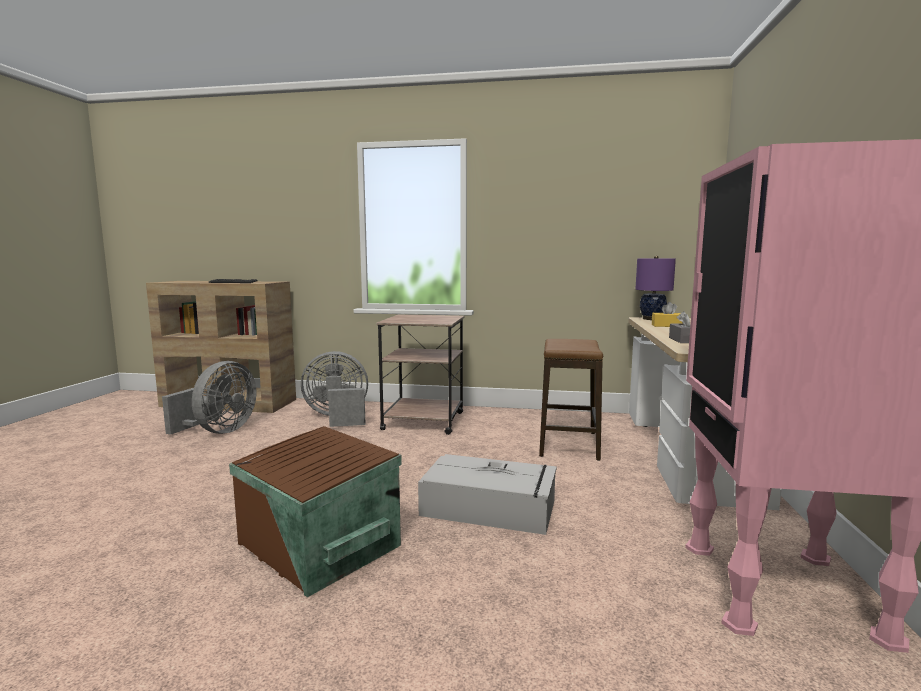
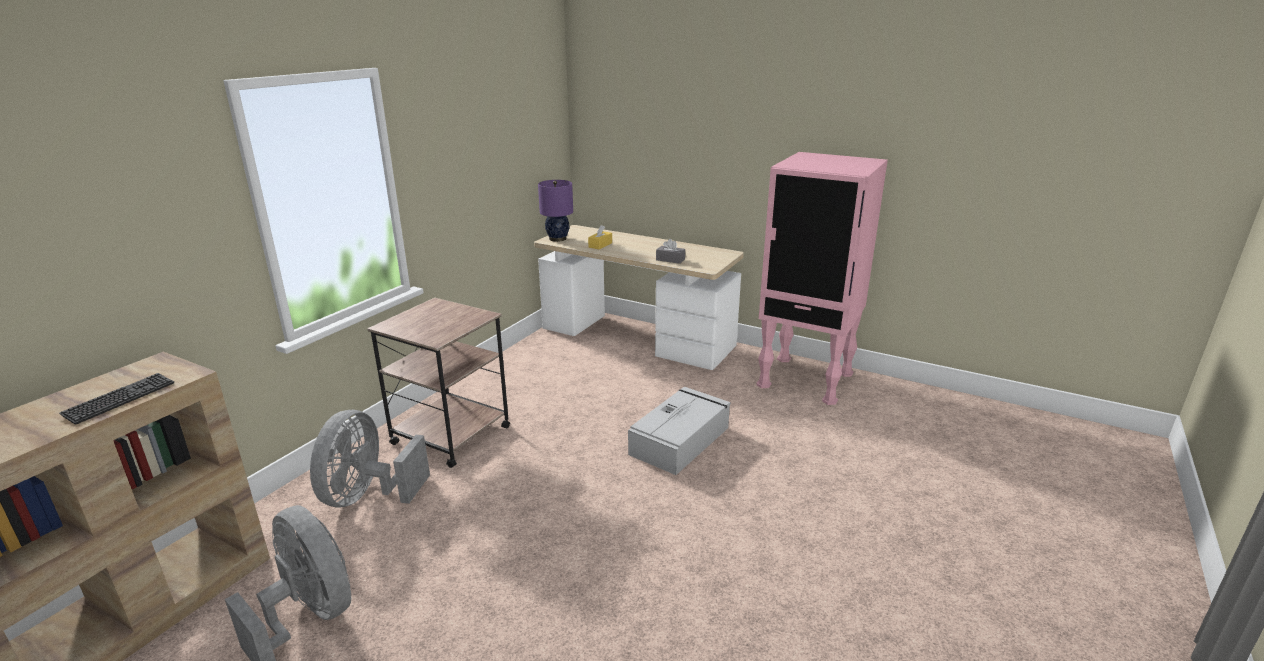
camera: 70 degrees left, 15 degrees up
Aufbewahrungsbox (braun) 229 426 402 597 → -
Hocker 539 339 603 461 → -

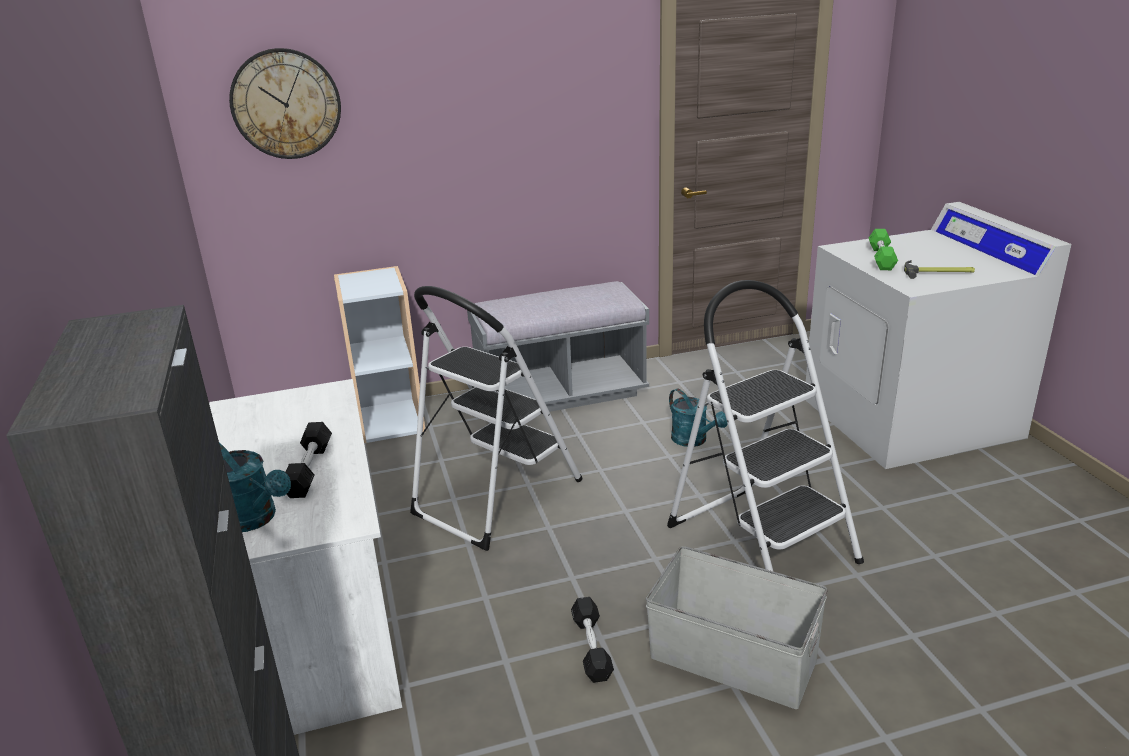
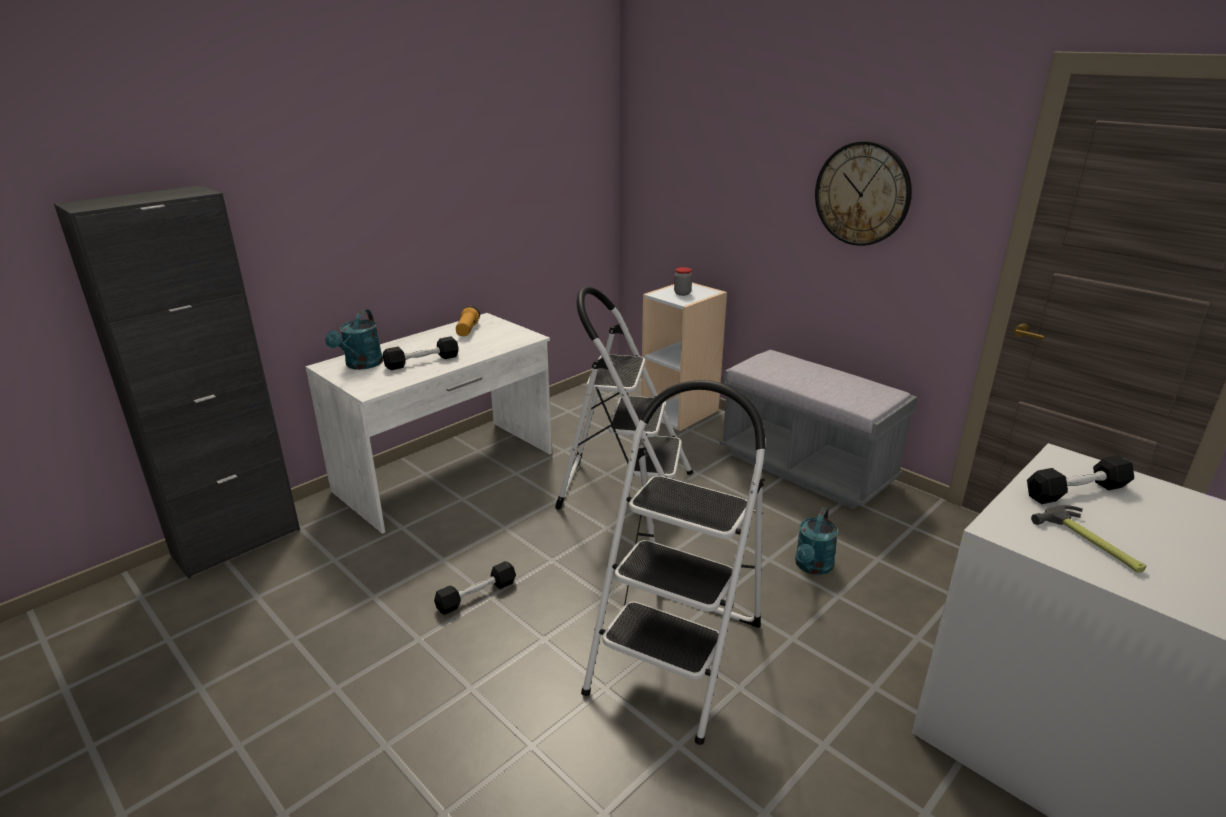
camera: 60 degrees right, 0 degrees up
Wanduhr 229 48 341 159 → Wanduhr 815 141 912 246, relocated
Aufbewahrungsbox (grau) 646 546 828 709 → -
Hantel (grün) 869 229 898 270 → Hantel (schwarz) 1027 455 1134 504
- → Taschenlampe 456 306 480 336
- → Vorratsglas 674 267 692 296

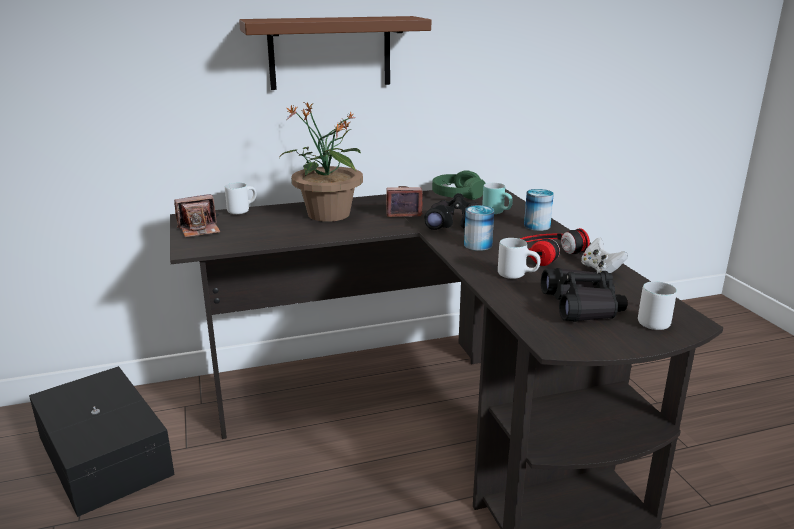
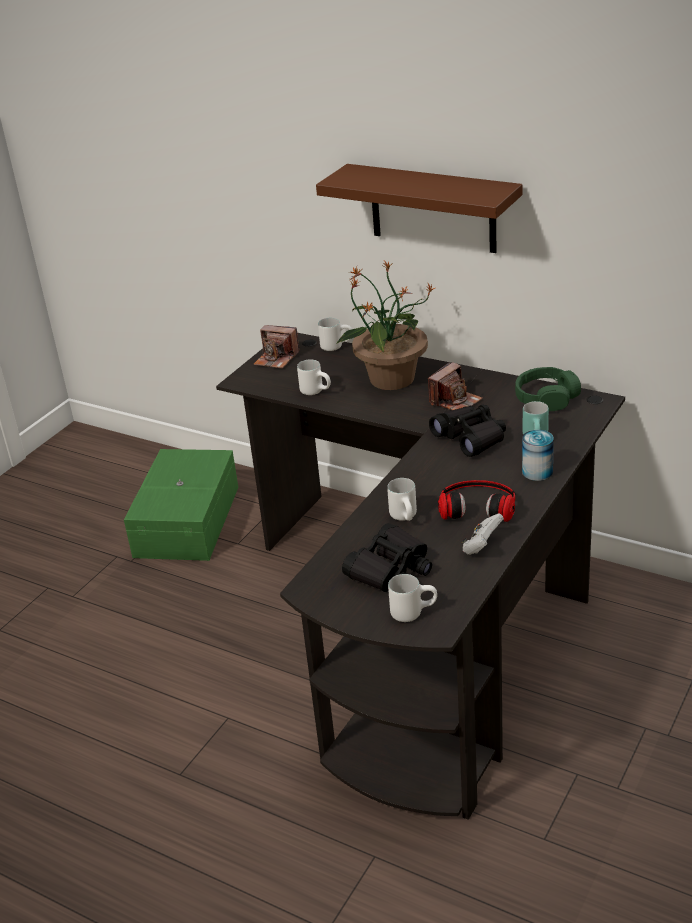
camera: 50 degrees right, 10 degrees up
Aufbewahrungsbox (schwarz) 29 366 175 517 → Aufbewahrungsbox (grün) 124 449 238 561
Kamera 386 186 423 217 → Kamera 428 362 483 410, 90 degrees clockwise
Dose 464 205 494 251 → -
- → Henkelbecher (weiß) 297 359 331 395

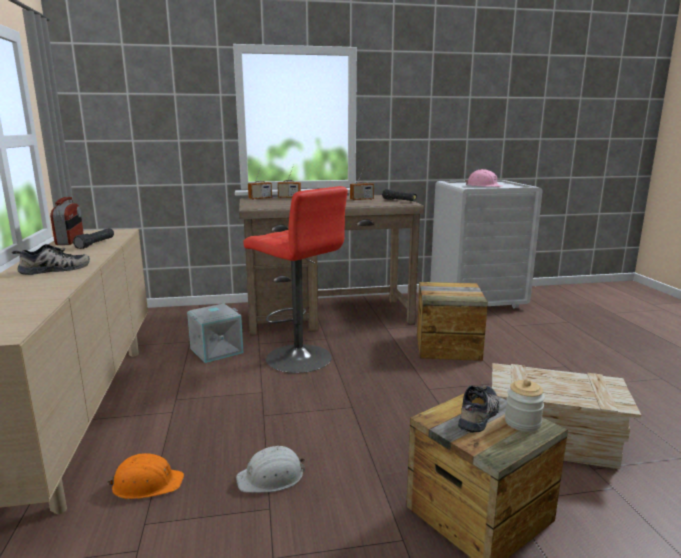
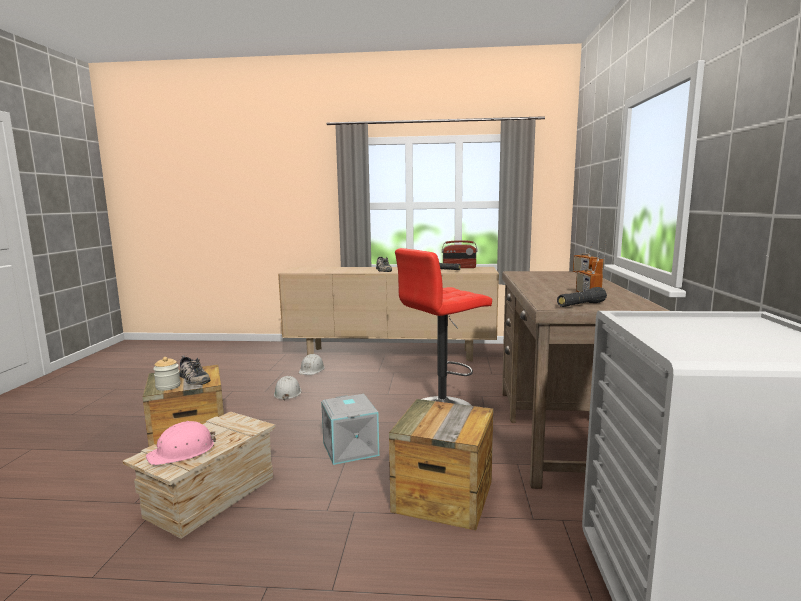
camera: 105 degrees right, 5 degrees down
Schutzhelm (orange) 107 453 184 499 → Schutzhelm (weiß) 299 354 325 375
Aufbewahrungsbox (grau) 187 304 243 363 → Aufbewahrungsbox (grau) 321 394 379 465, relocated
Schutzhelm (rosa) 465 169 502 187 → Schutzhelm (rosa) 146 421 216 465, relocated

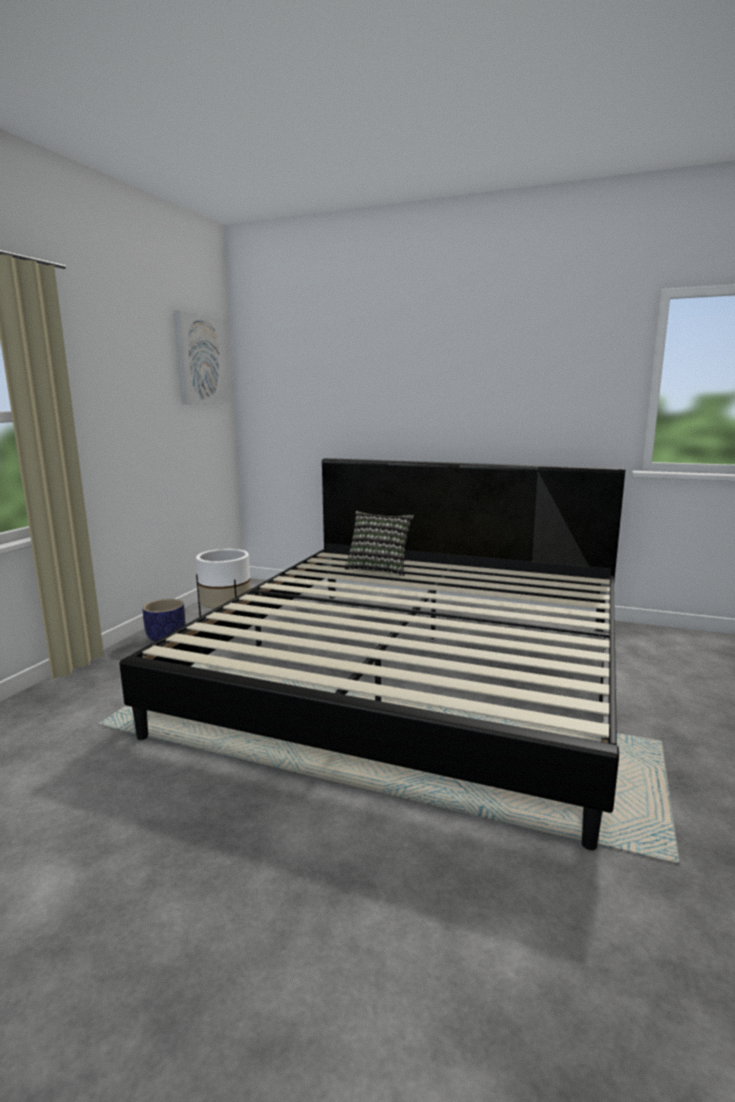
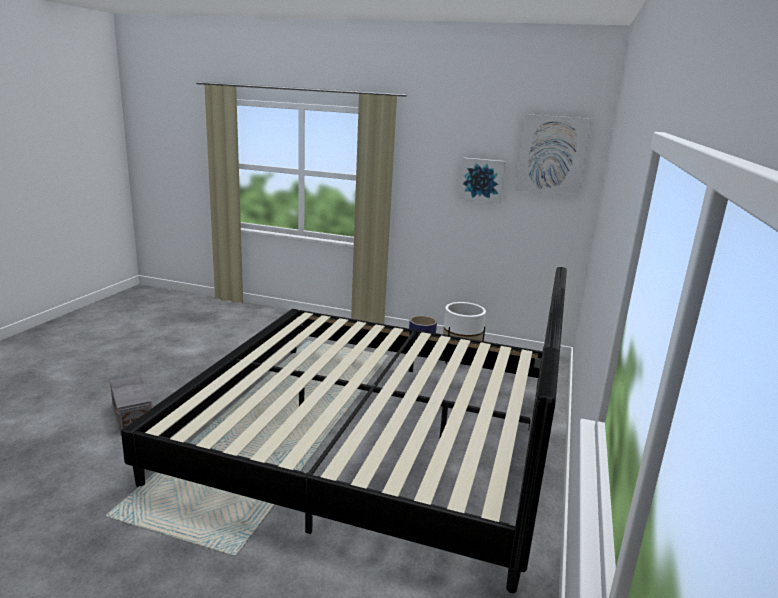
camera: 85 degrees right, 5 degrees up
Kissen 344 511 414 576 → -
- → Aufbewahrungsbox (grau) 110 375 152 435
- → Bild 459 158 505 204

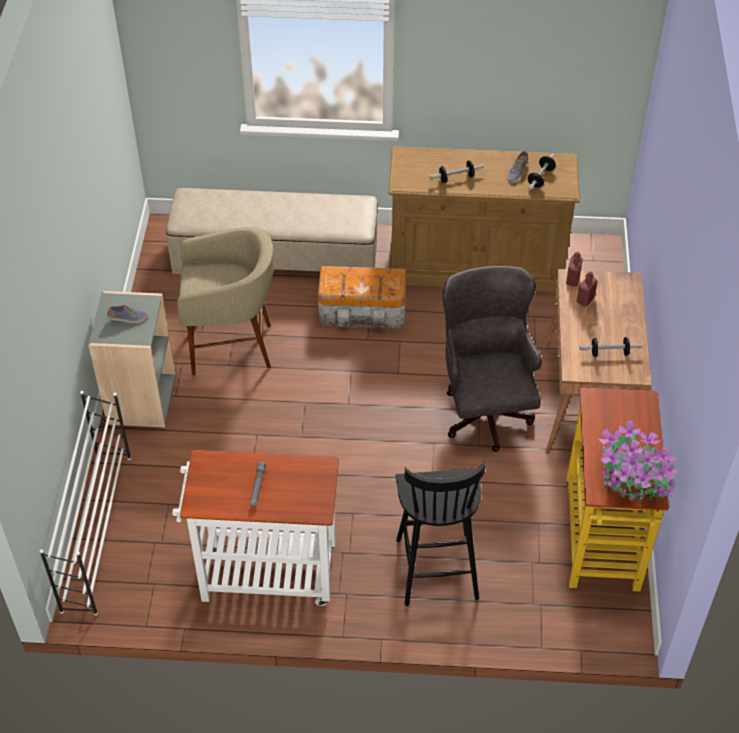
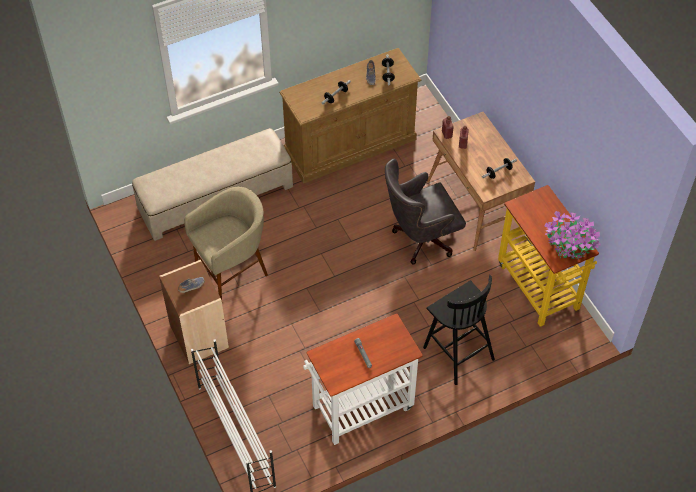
camera: 30 degrees left, 5 degrees up
Bücherregal (grau) 88 291 176 428 → Bücherregal (braun) 159 260 229 364
Aufbewahrungsbox 318 266 406 328 → -
Bürostuhl (grau) 442 266 542 452 → Bürostuhl (grau) 385 159 466 264, 75 degrees counterclockwise

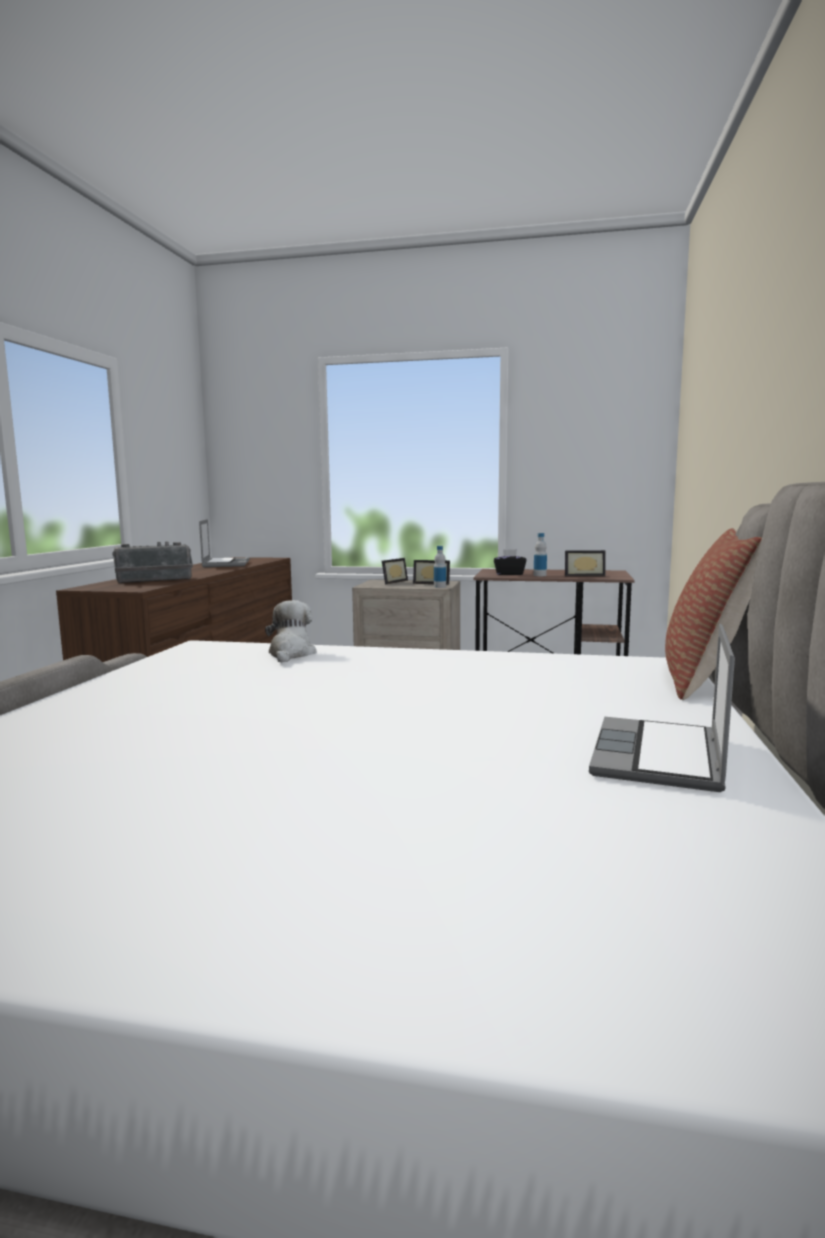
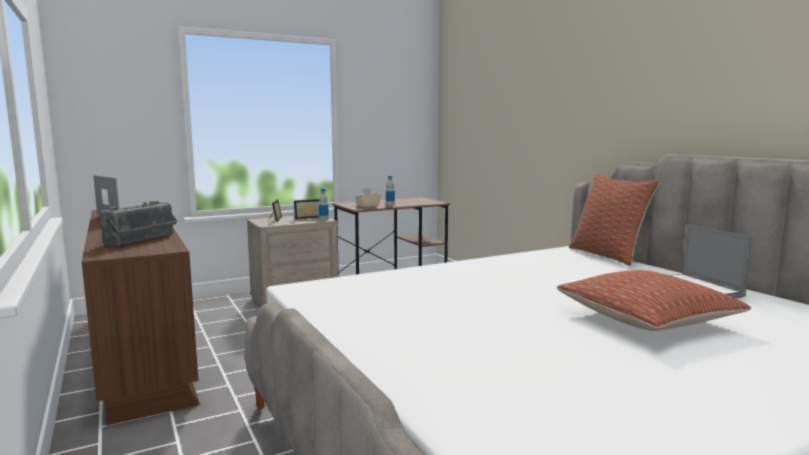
camera: 40 degrees left, 0 degrees up
Plüschtier 265 600 317 663 → -
Taschentuchbox (schwarz) 494 549 526 575 → Taschentuchbox (beige) 355 188 381 207
Bilderrahmen 565 550 605 577 → -
- → Kissen 557 270 751 331

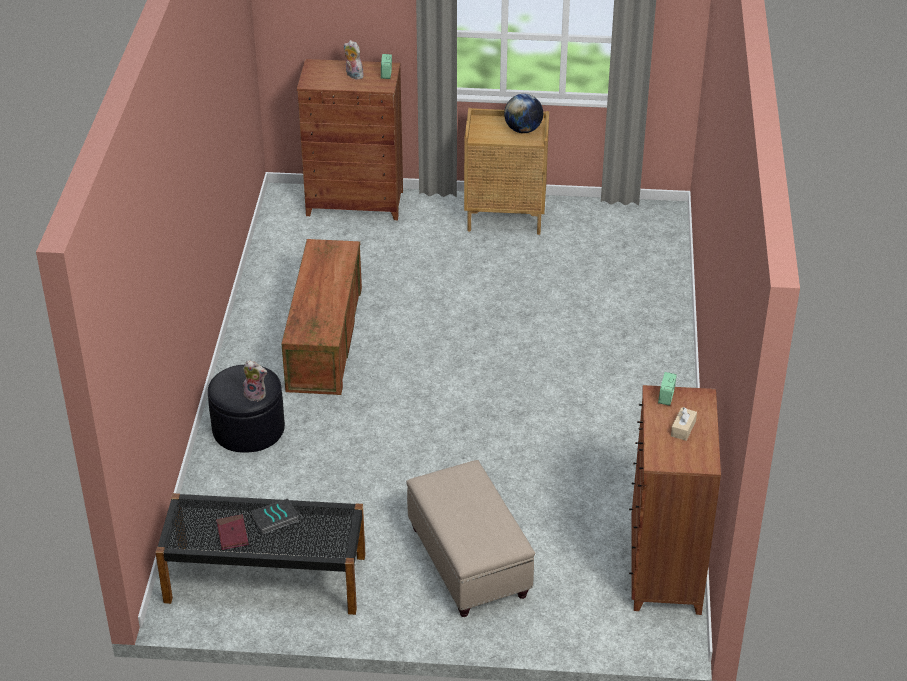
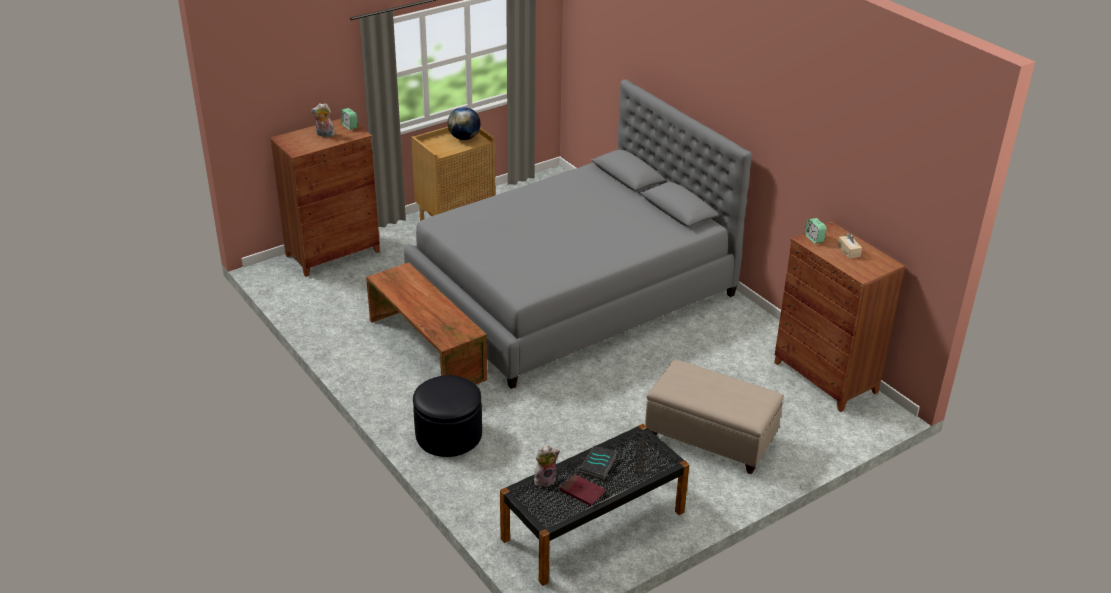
camera: 40 degrees left, 5 degrees down
Plüschtier 243 360 267 401 → Plüschtier 534 446 560 487, relocated
- → Bett (grau) 404 79 752 389

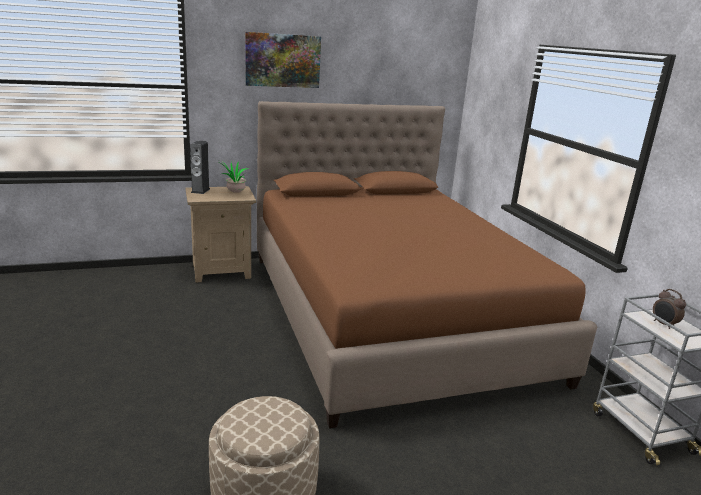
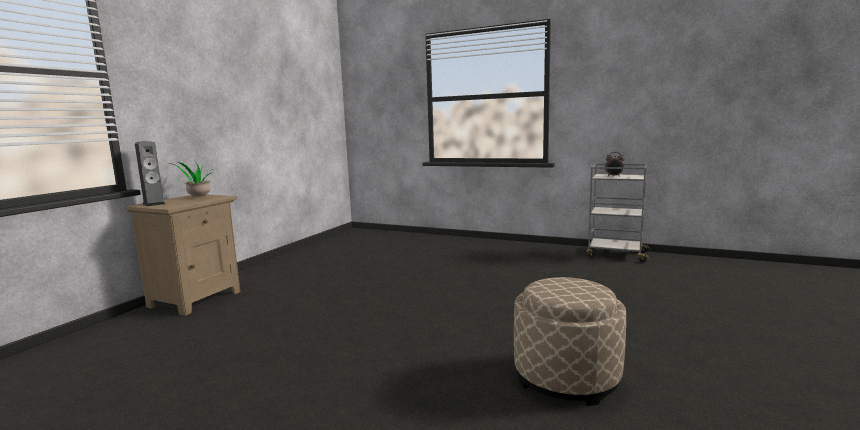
camera: 45 degrees left, 10 degrees down
Bild 245 32 321 88 → -
Bett (braun) 257 101 597 428 → -

